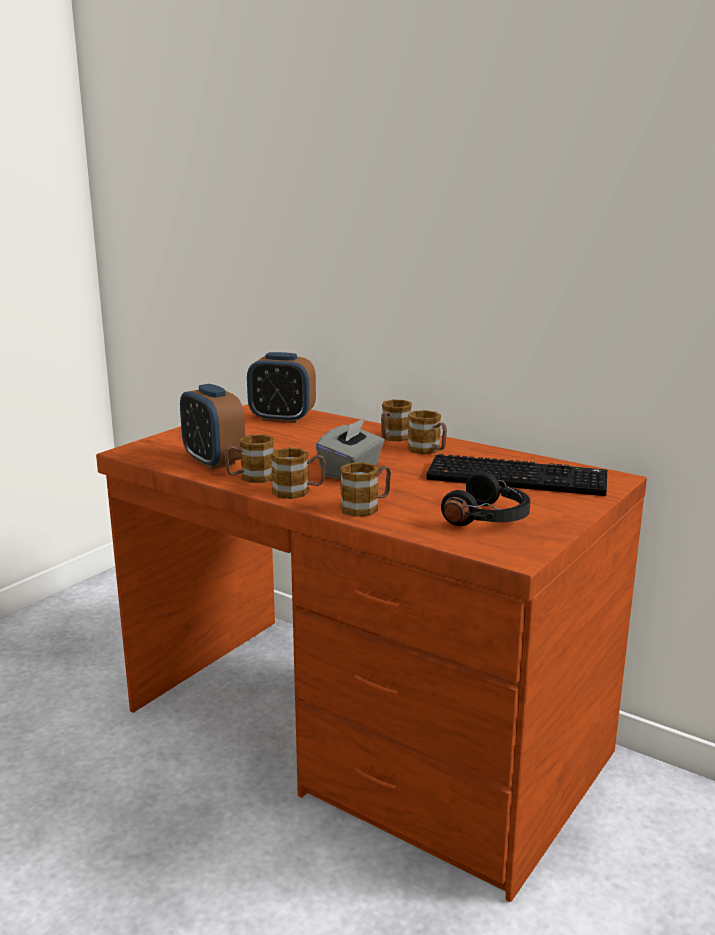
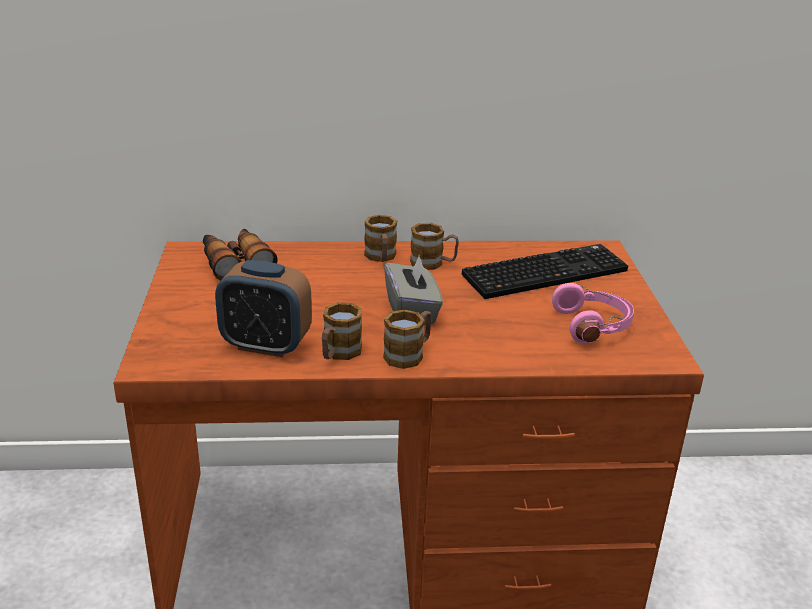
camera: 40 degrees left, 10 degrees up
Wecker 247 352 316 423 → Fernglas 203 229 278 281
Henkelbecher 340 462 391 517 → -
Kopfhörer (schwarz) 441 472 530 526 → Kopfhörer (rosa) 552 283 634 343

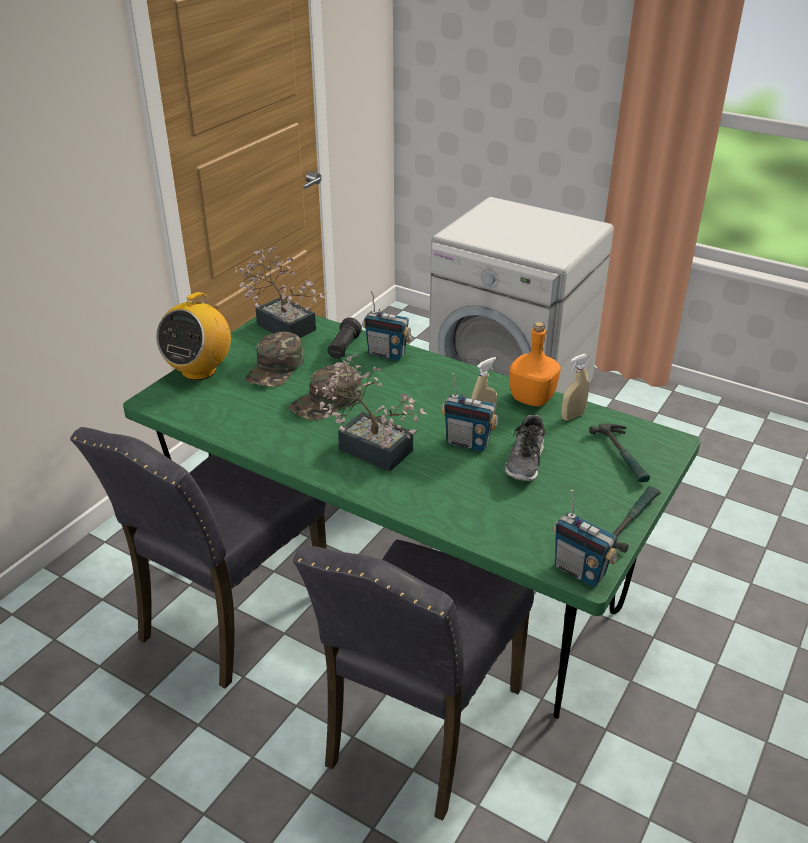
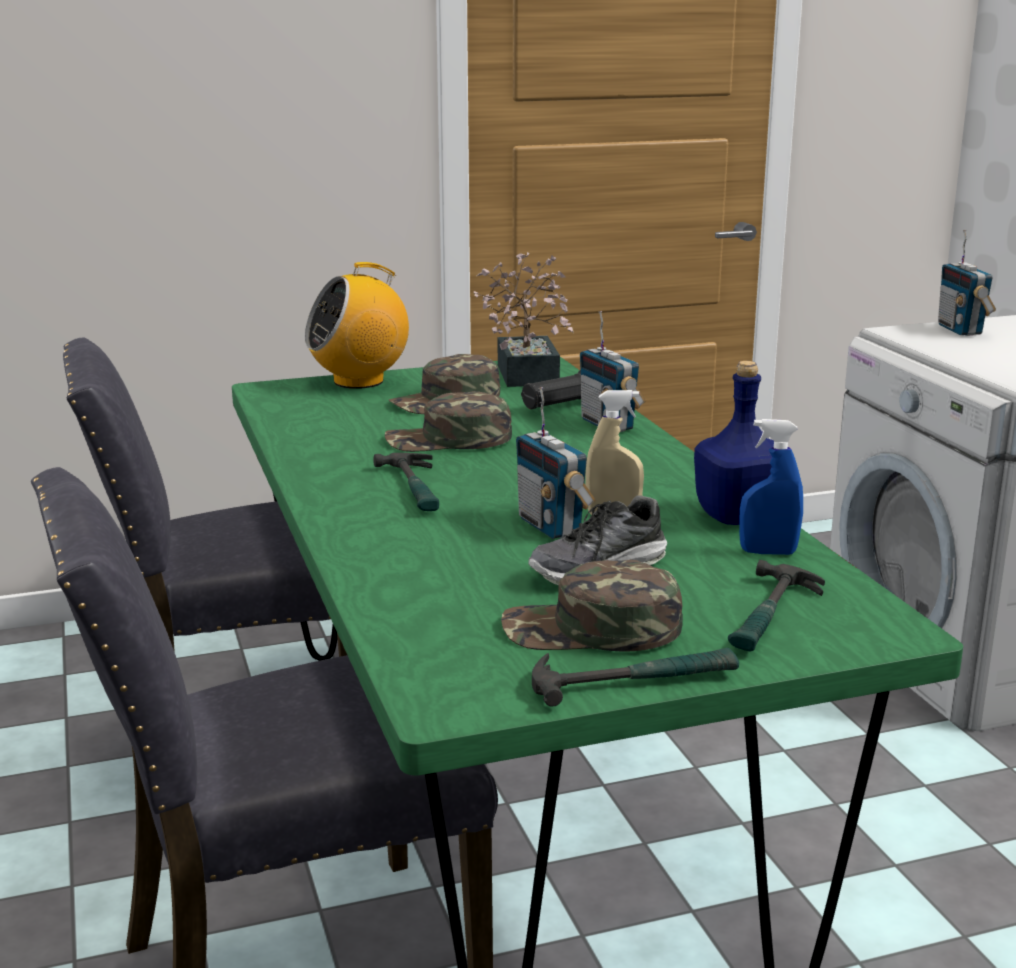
camera: 40 degrees right, 15 degrees down
Topfpflanze 314 354 427 471 → Hammer 373 453 439 511
Flasche (orange) 509 322 561 407 → Flasche (blau) 694 361 774 525
Radio 553 490 618 587 → Radio 938 230 996 336, relocated
Sprühflasche (beige) 561 354 589 421 → Sprühflasche (blau) 739 419 803 555
- → Kappe (grün) 501 560 683 651

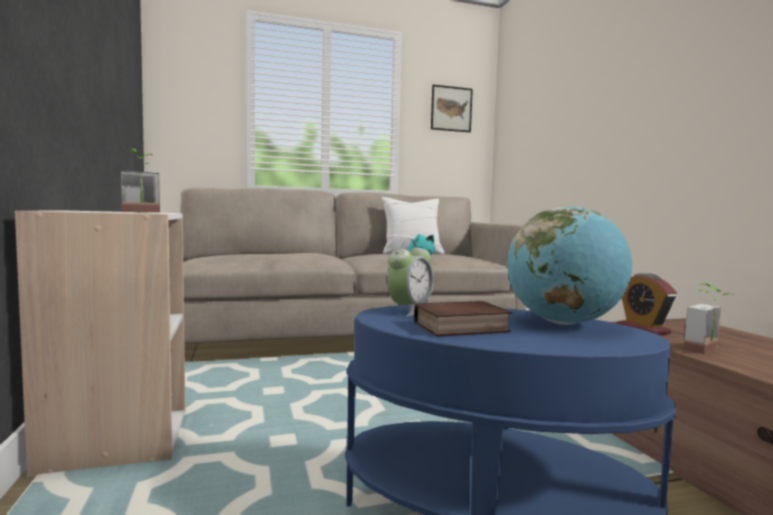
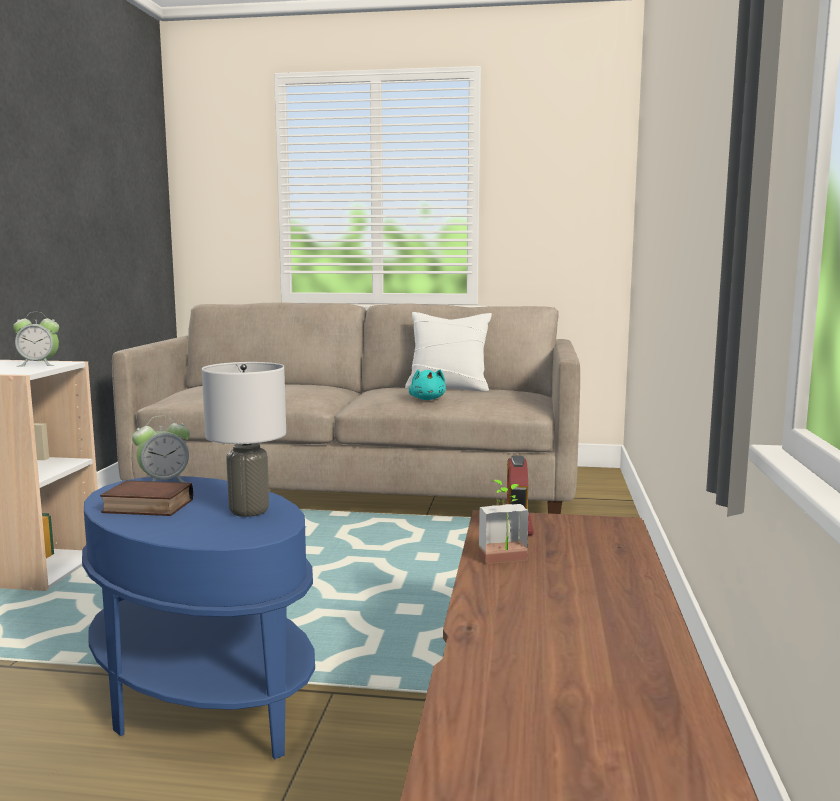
camera: 25 degrees right, 5 degrees up
Topfpflanze 121 148 160 213 → Wecker 13 312 59 367
Bild 431 85 473 132 → -
Globus 508 207 632 325 → Tischlampe (weiß) 202 362 286 517

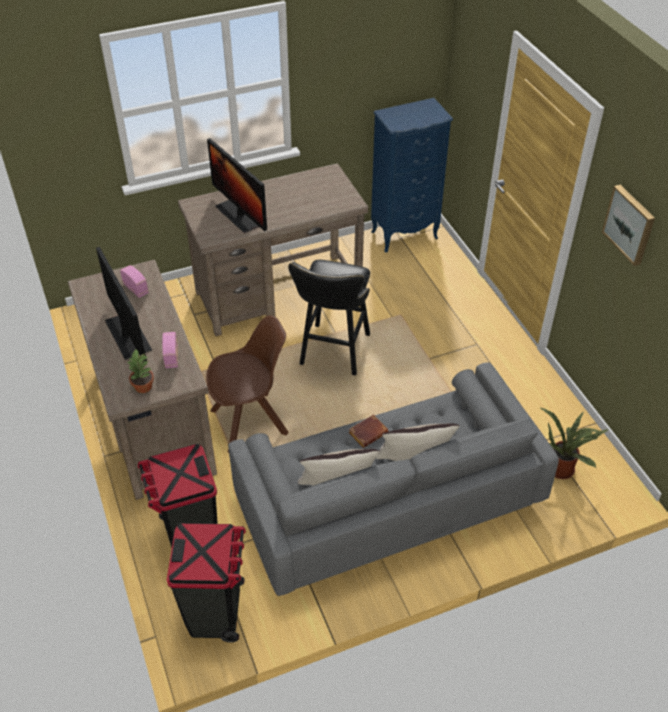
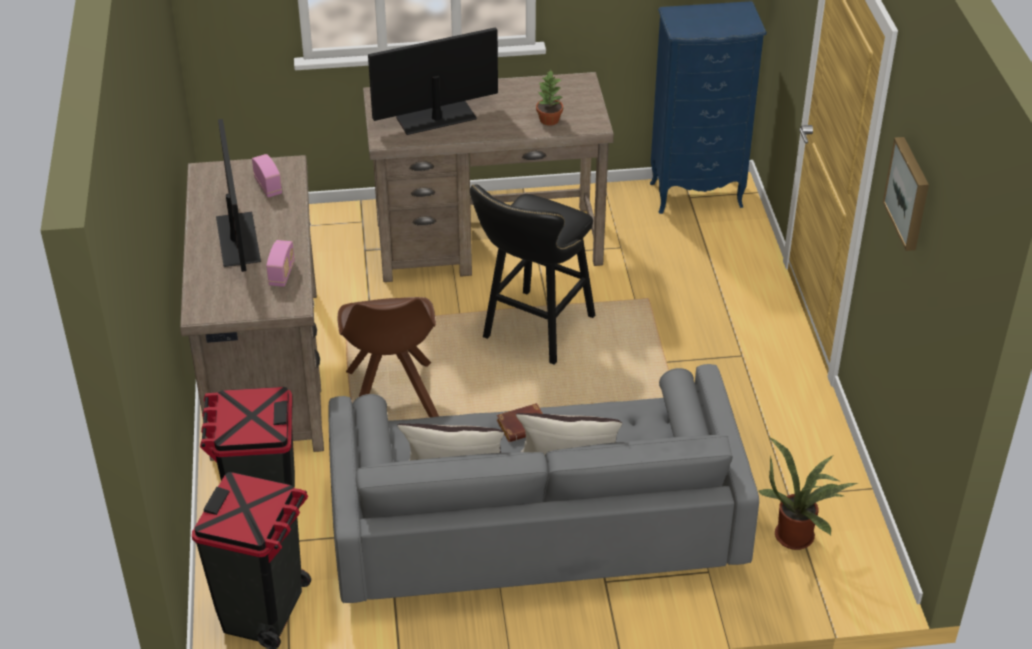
camera: 15 degrees right, 5 degrees down
Topfpflanze 127 350 154 393 → Topfpflanze 536 70 563 126, relocated
Stuhl (braun) 206 315 289 453 → Stuhl (braun) 338 297 439 417, 90 degrees clockwise
Monitor 207 138 267 233 → Monitor 368 28 498 135, 90 degrees clockwise

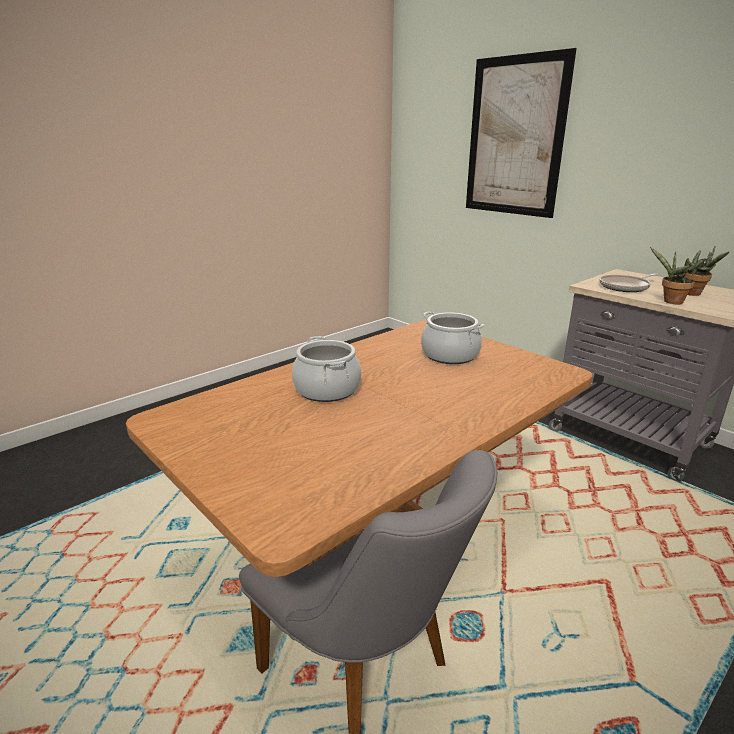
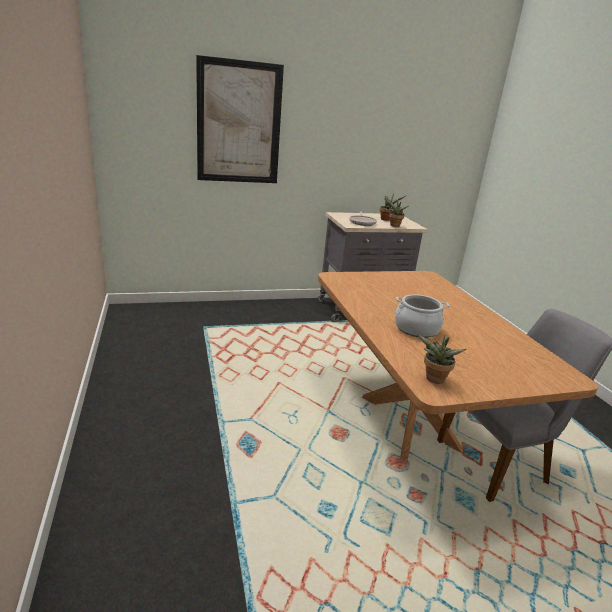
camera: 65 degrees left, 0 degrees up
Kochtopf 421 312 484 364 → -
- → Topfpflanze 417 335 467 384

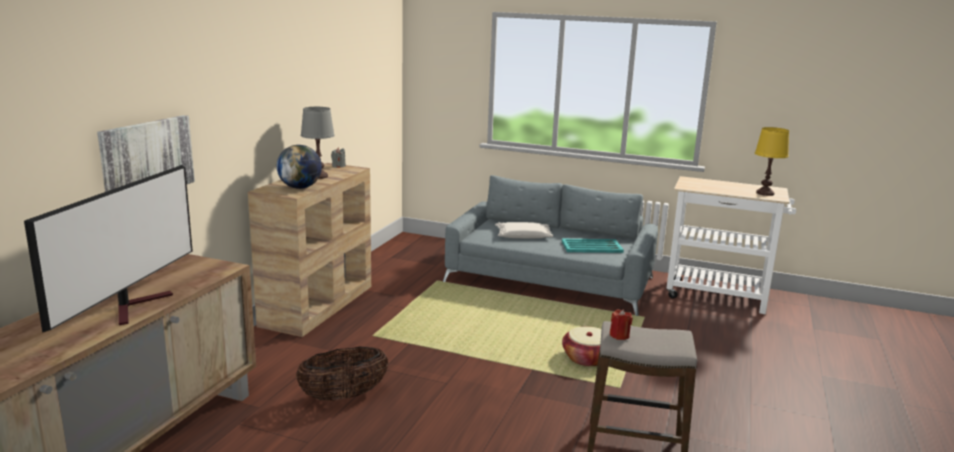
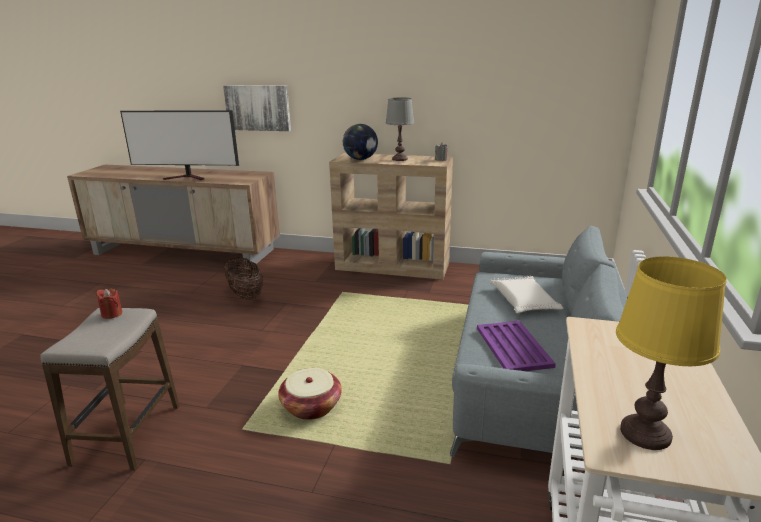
camera: 85 degrees right, 5 degrees up
Tablett (türkis) 562 239 624 253 → Tablett (lila) 477 321 556 371

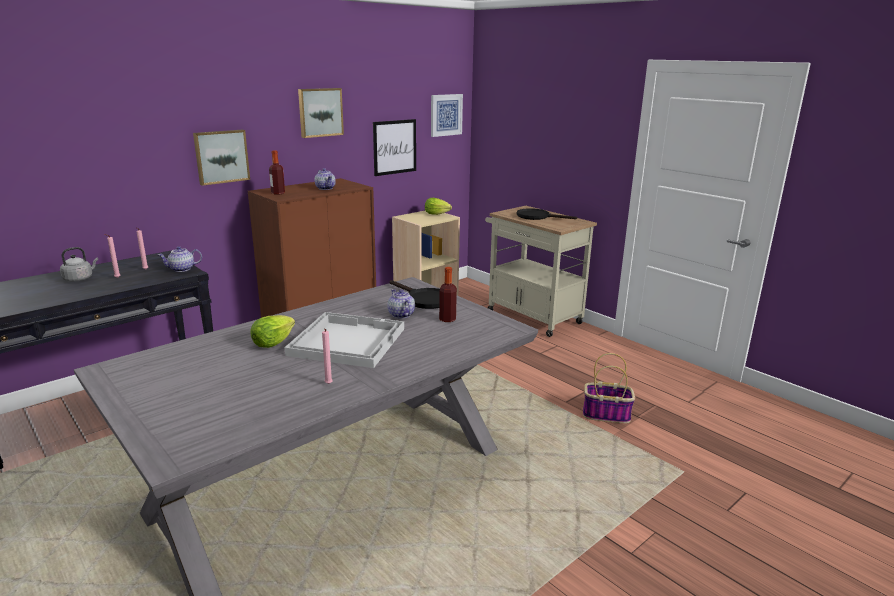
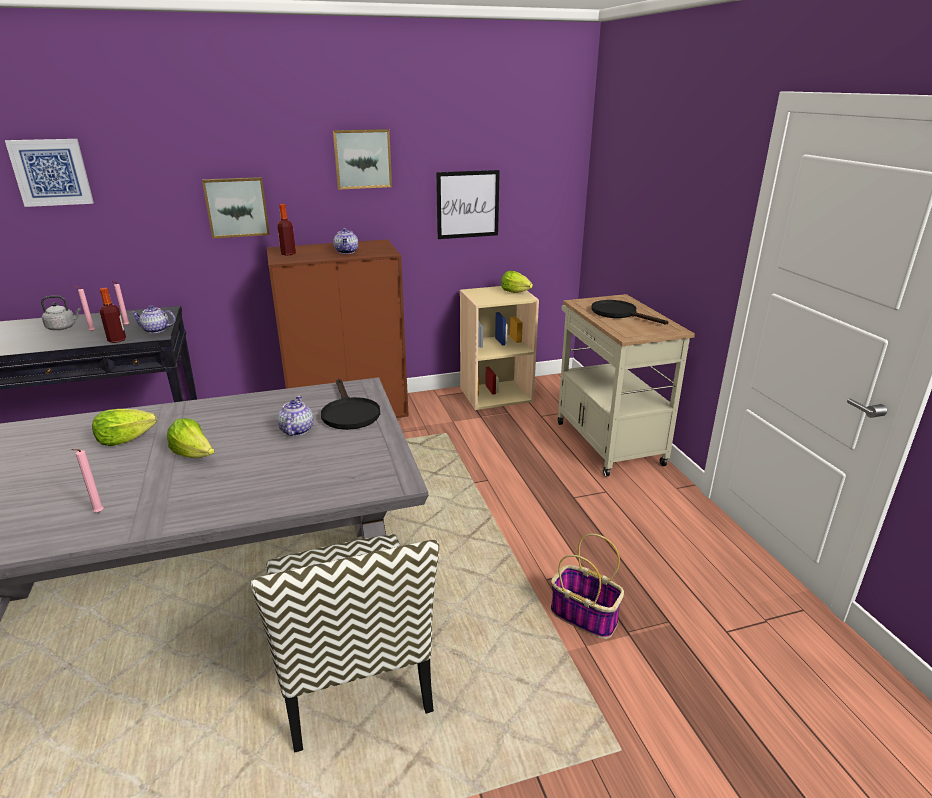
camera: 25 degrees right, 5 degrees up
Tablett (weiß) 284 312 404 368 → Salatkopf 167 418 214 458
Bild 431 94 463 137 → Bild 5 139 94 207, relocated
Flasche 439 267 457 322 → Flasche 100 288 126 343, relocated
- → Stuhl 251 534 439 753

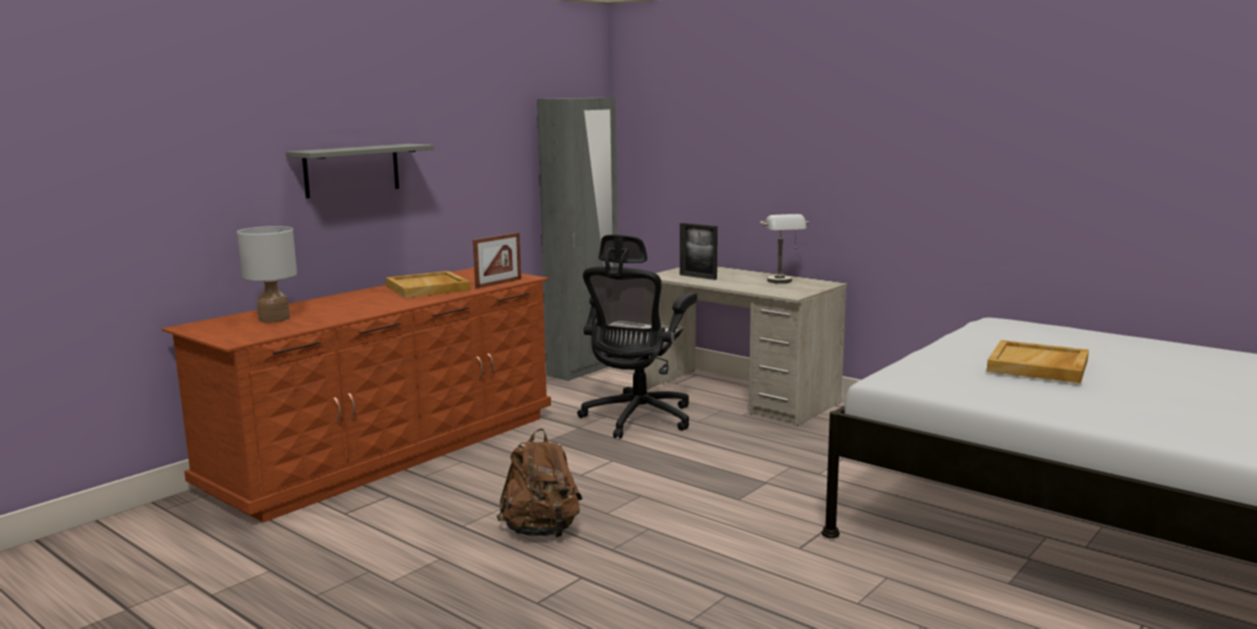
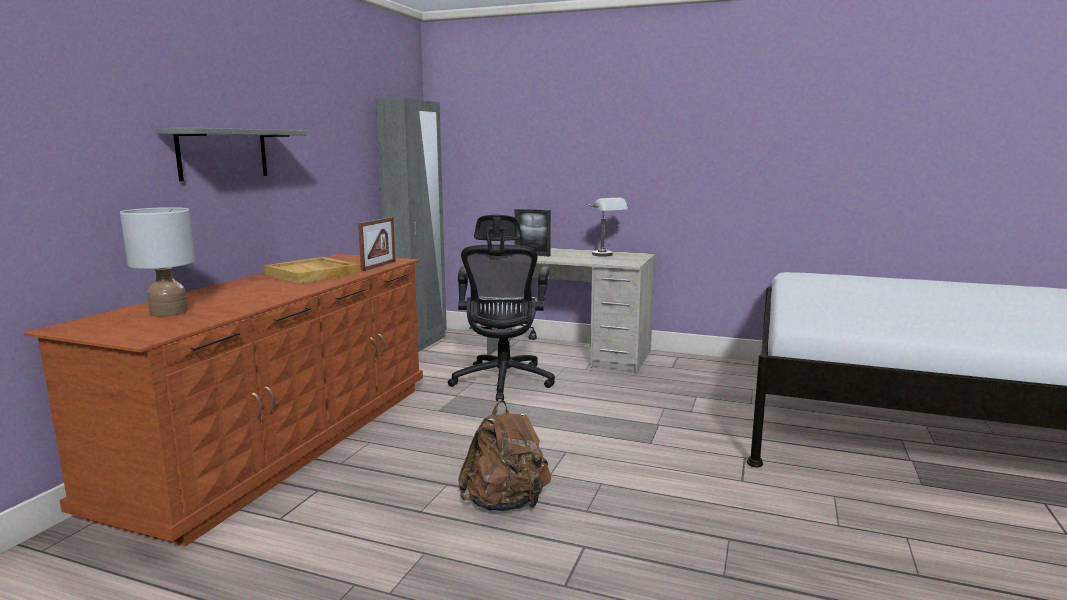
camera: 20 degrees left, 0 degrees up
Tablett (beige) 987 340 1089 383 → -

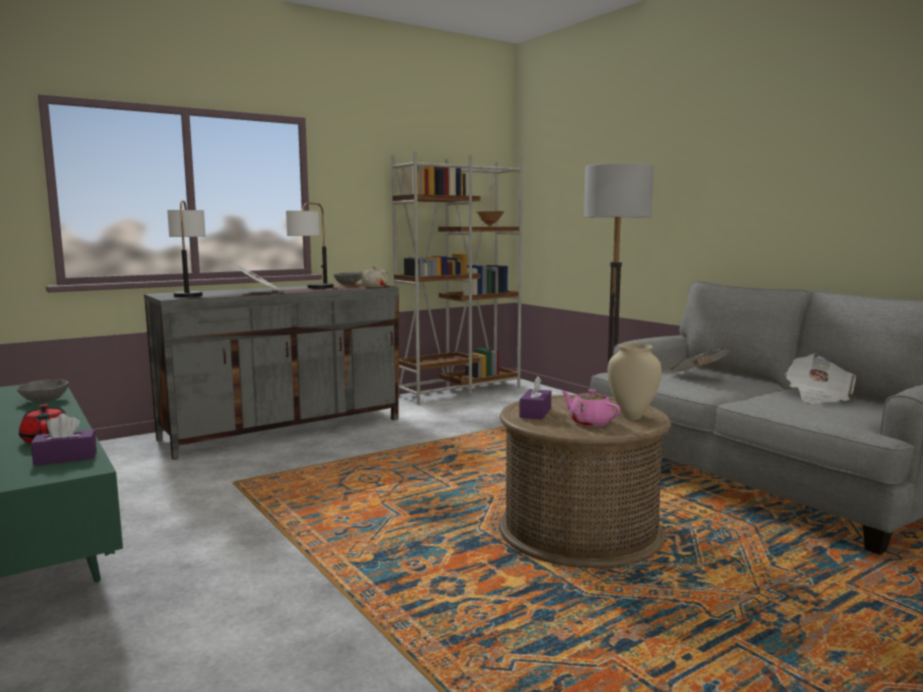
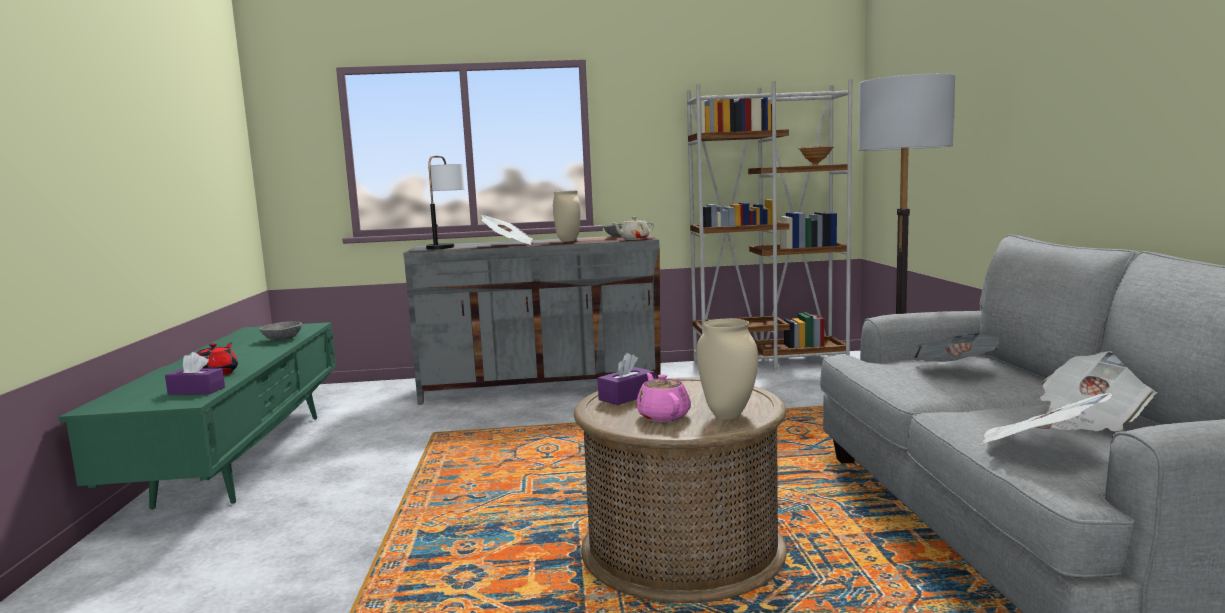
camera: 30 degrees right, 0 degrees up
Tischlampe 286 202 333 289 → Vase (beige) 553 191 581 242
- → Zeitung 981 393 1112 444

